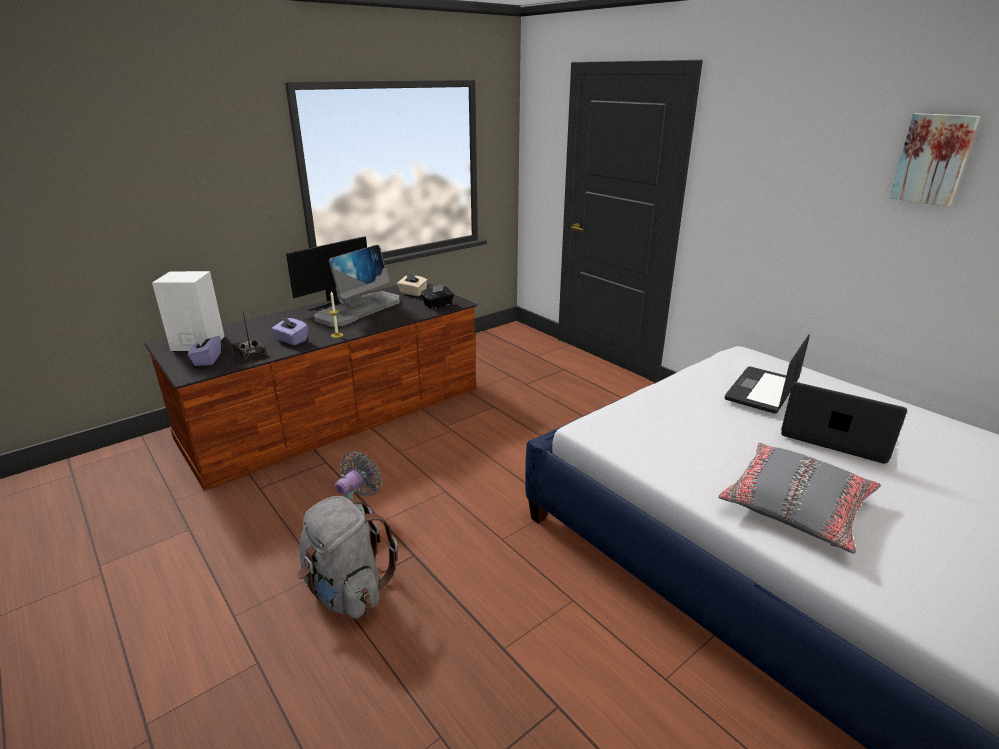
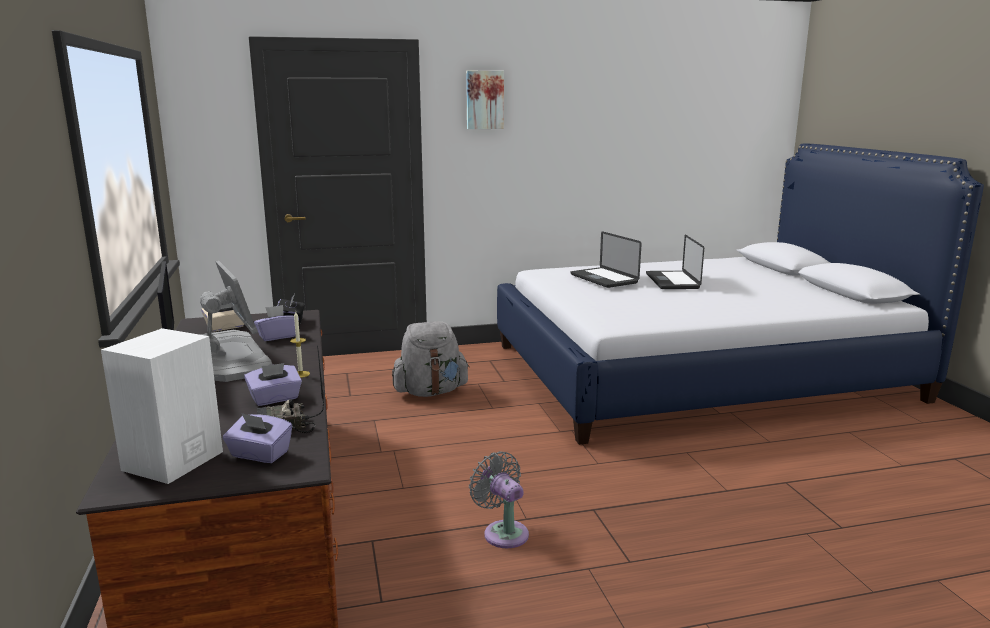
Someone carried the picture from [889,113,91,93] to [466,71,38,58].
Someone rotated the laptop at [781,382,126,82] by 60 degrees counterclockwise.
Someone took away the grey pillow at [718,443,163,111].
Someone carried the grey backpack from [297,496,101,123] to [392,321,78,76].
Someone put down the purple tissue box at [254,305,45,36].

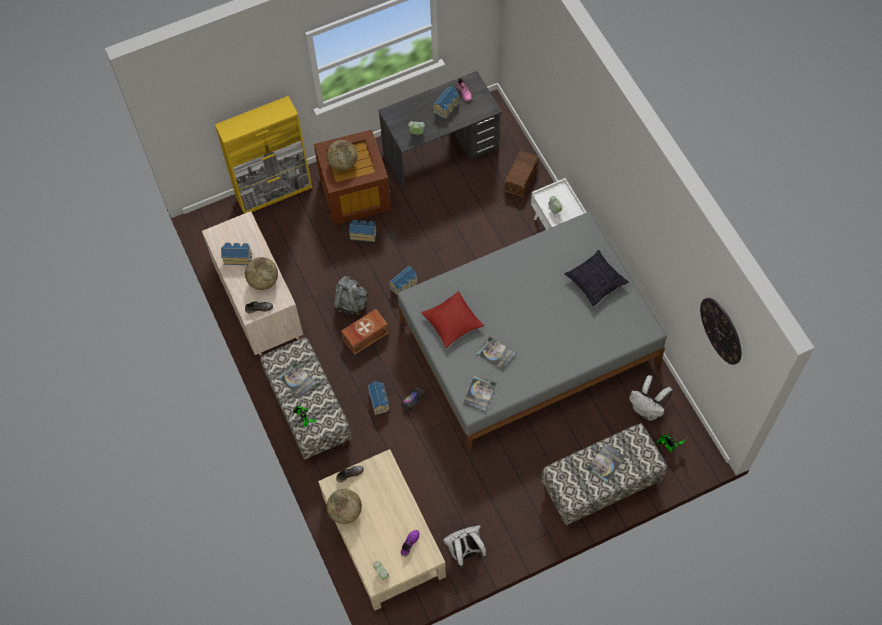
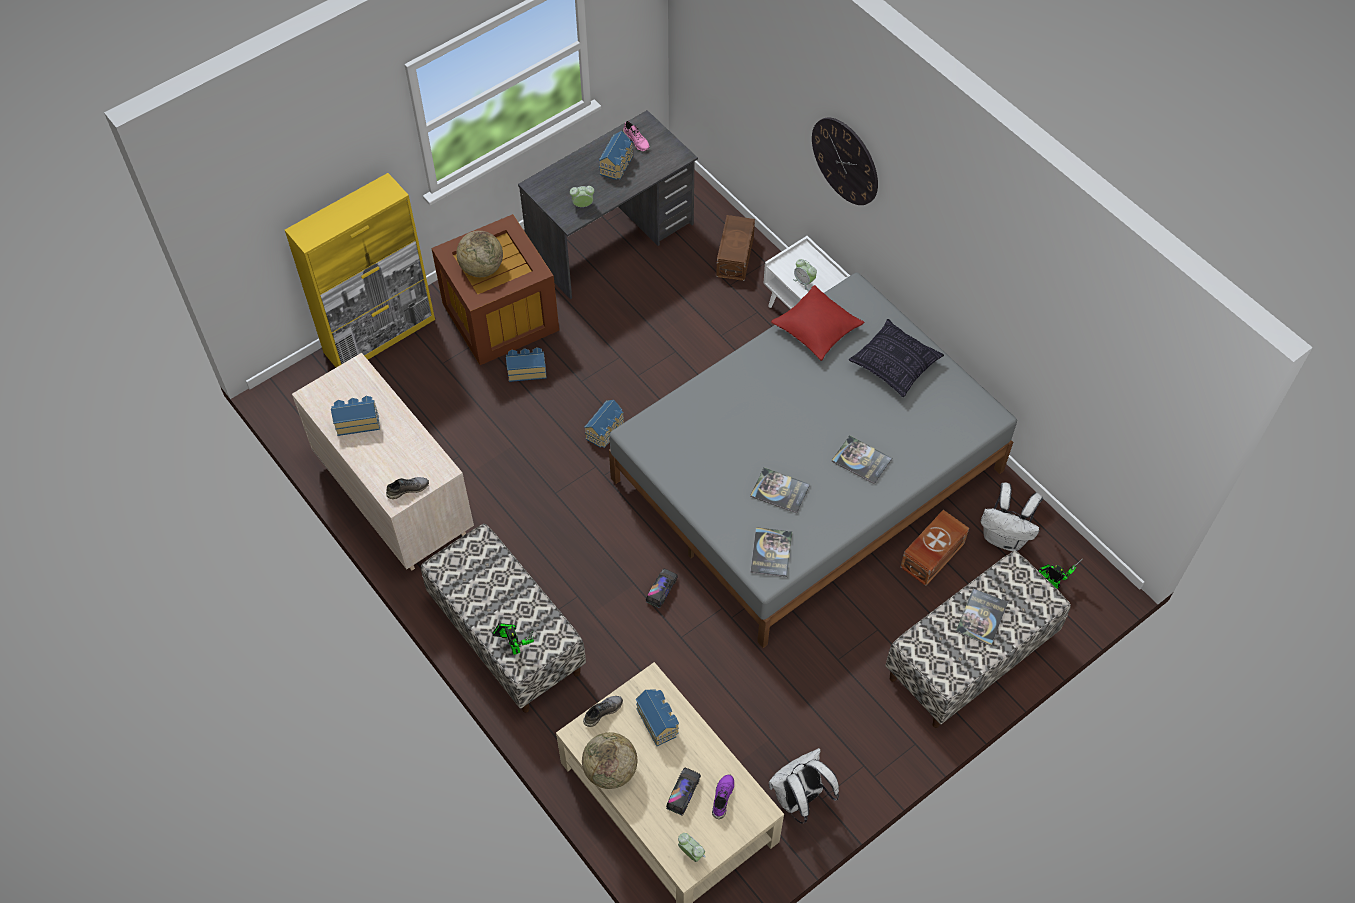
Someone took away the globe at [245,257,33,33].
Someone took away the grey backpack at [333,276,35,40].
Someone carried the red pillow from [421,291,63,57] to [771,285,94,76].
Someone carried the wall clock from [700,298,41,67] to [812,117,66,88].
Someone carried the brown storage box from [341,309,48,46] to [900,510,69,76].
Someone carried the book from [278,362,39,37] to [831,435,61,49].
Someone carried the toy house from [368,381,21,34] to [636,689,43,57].
Someone put down the toy truck at [666,768,35,48].

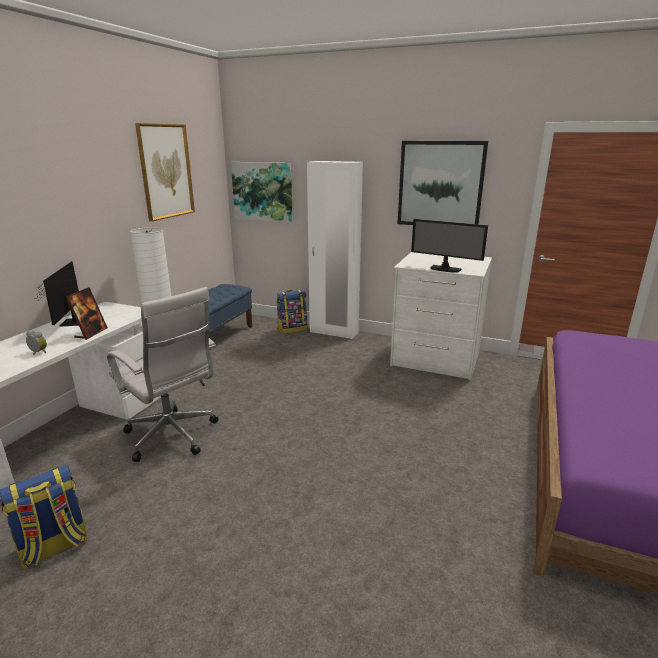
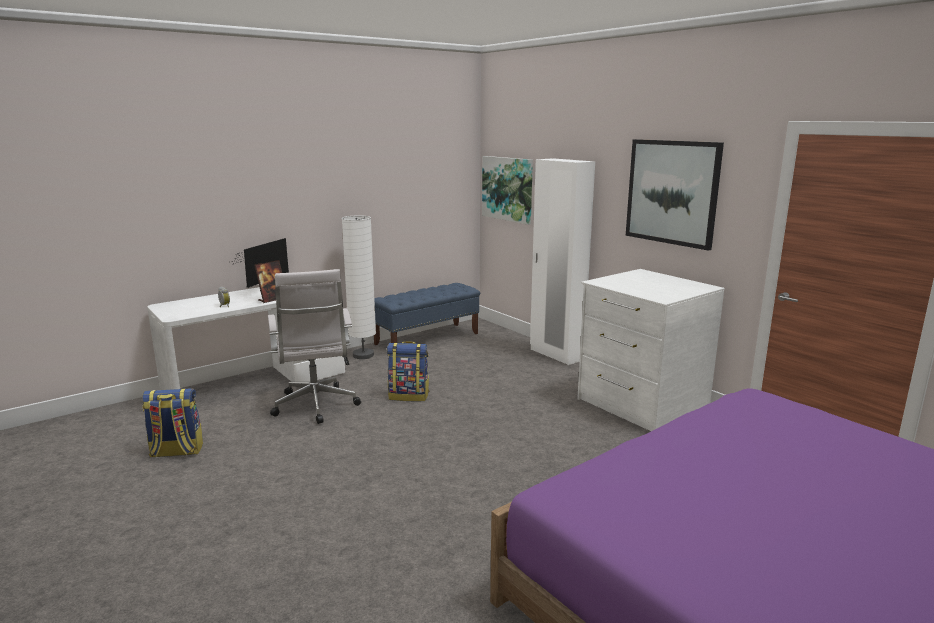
Someone took away the picture at [135,123,60,98].
Someone took away the monitor at [411,219,77,54].
Someone carried the backpack from [277,290,30,44] to [387,341,42,60].

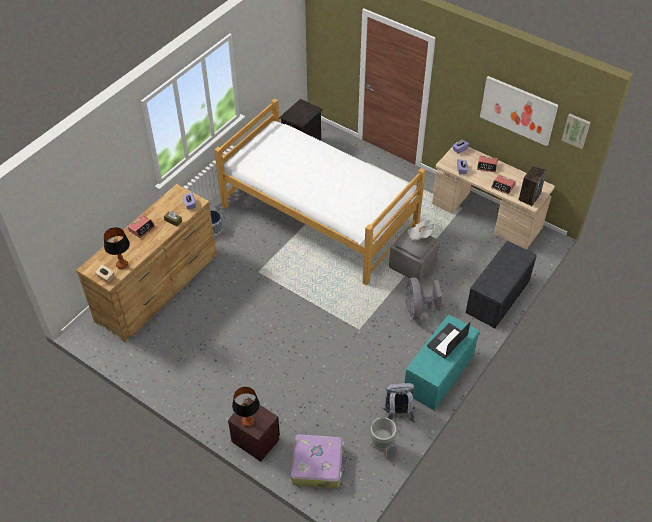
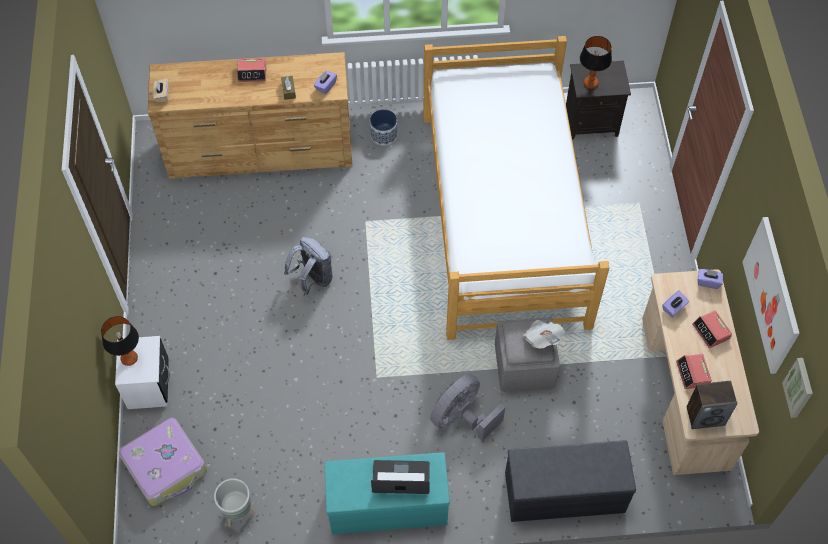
Someone carried the table lamp from [104,227,26,42] to [580,36,32,53].
Someone carried the grey backpack from [383,383,32,39] to [284,237,49,58].
Someone repainted the brown nightstand at [228,397,52,65], which became the white nightstand at [115,336,55,73].

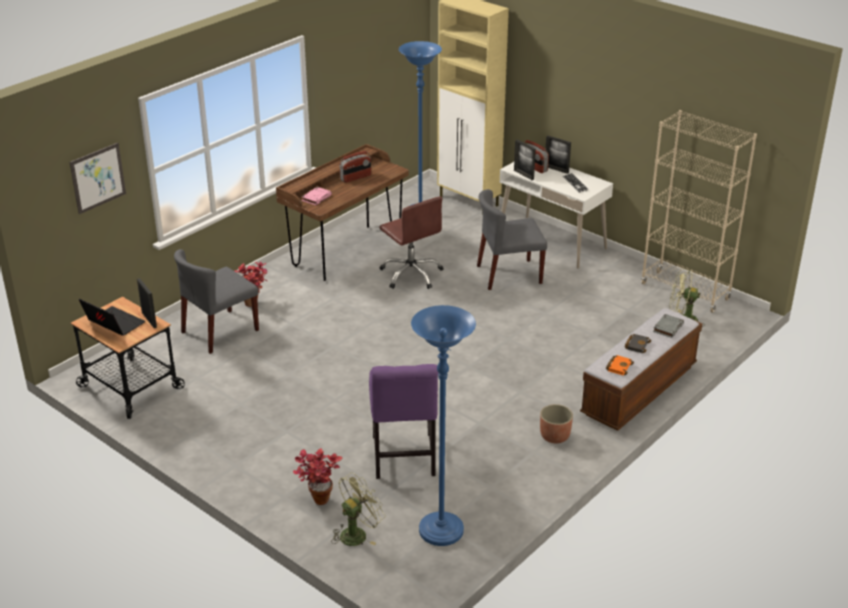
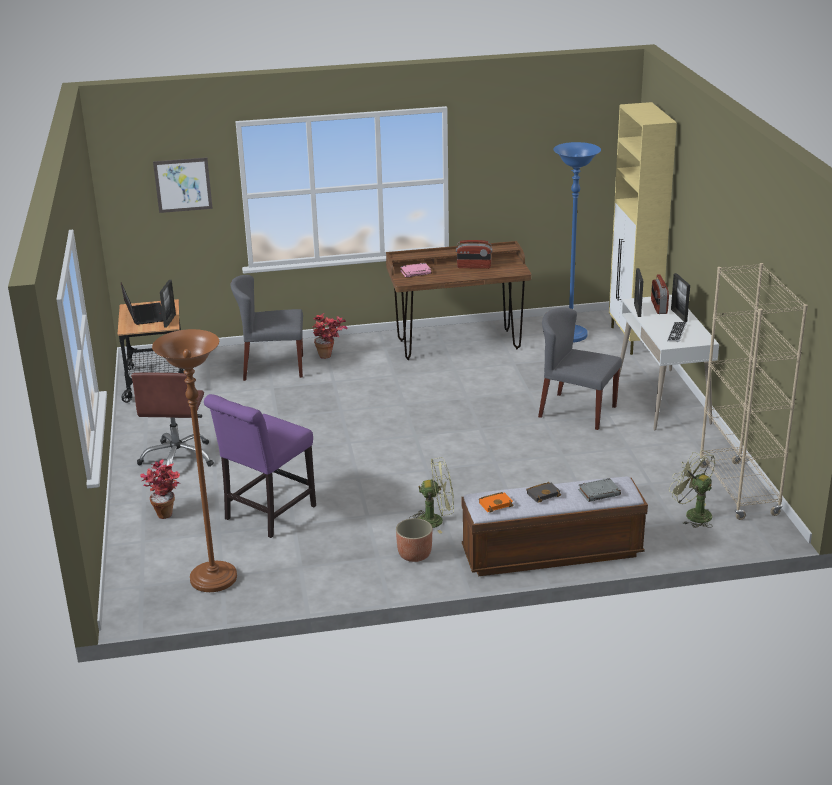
Someone carried the brown office chair from [379,196,65,93] to [131,372,83,98].
Someone repainted the blue floor lamp at [411,305,65,241], which became the brown floor lamp at [152,329,85,263].
Someone carried the green fan from [331,472,54,74] to [409,457,45,77].

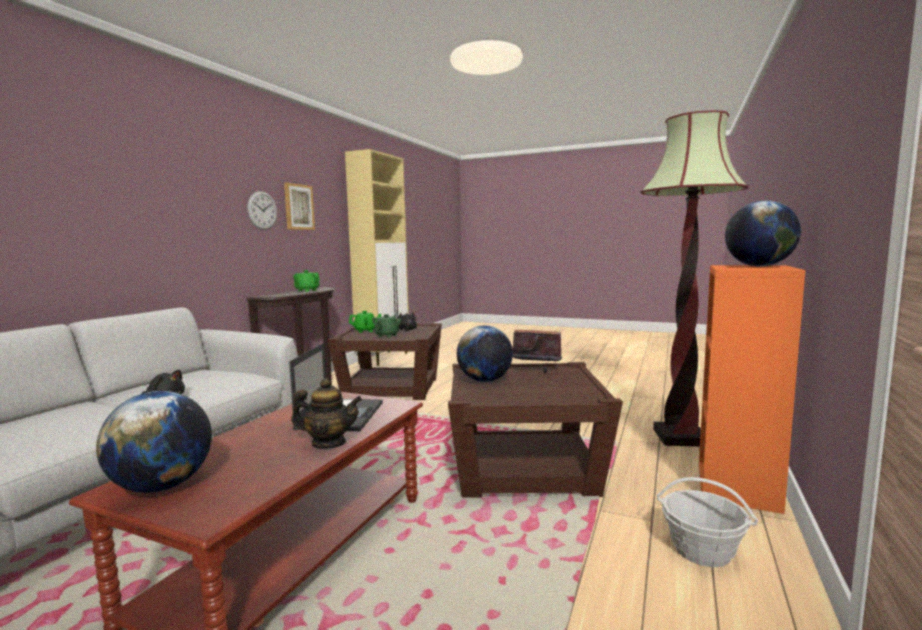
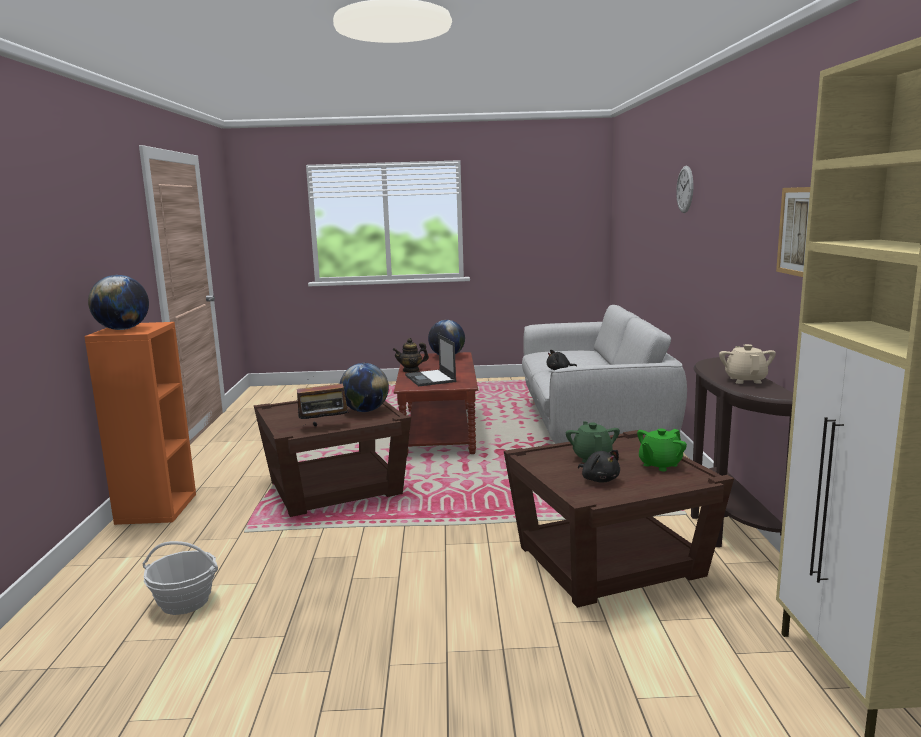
Someone took away the floor lamp at [640,110,108,337].
Someone carried the wall clock from [247,191,30,39] to [676,166,17,47].
Someone repainted the green teapot at [293,270,27,22], which became the beige teapot at [719,344,57,40].
Someone carried the basket from [657,477,101,90] to [142,541,76,74].

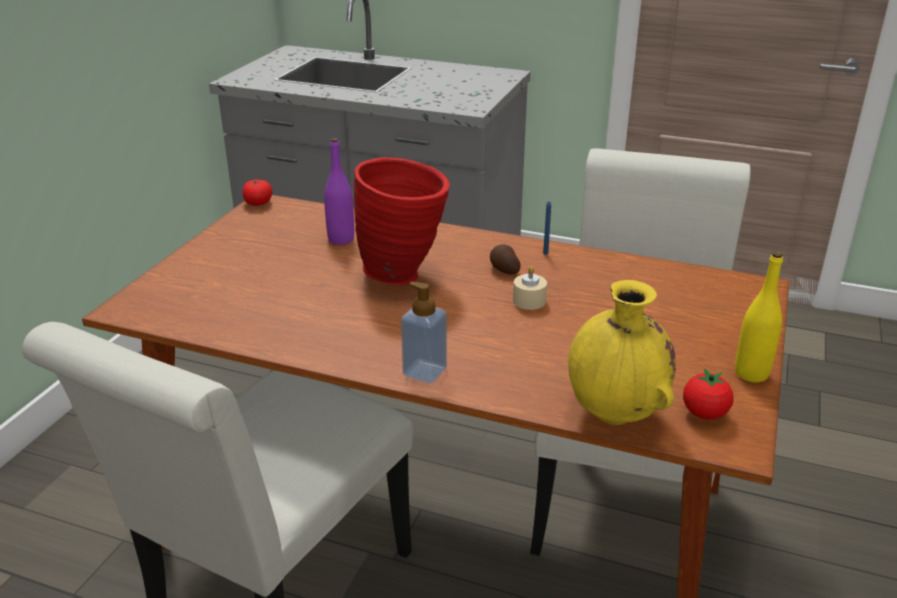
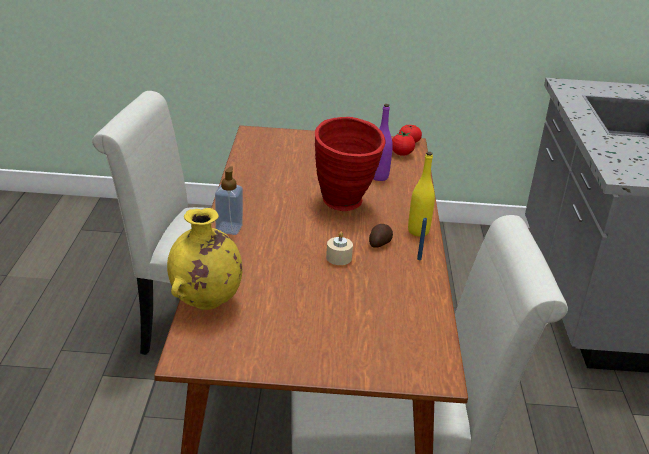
Someone carried the yellow bottle from [735,251,48,132] to [408,152,27,85].
Someone carried the tomato from [683,368,50,51] to [392,131,23,25].

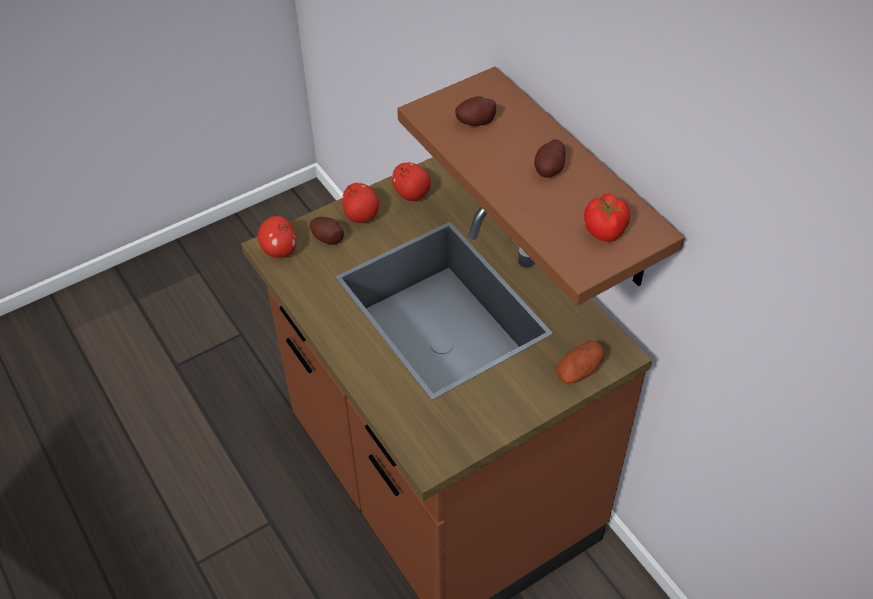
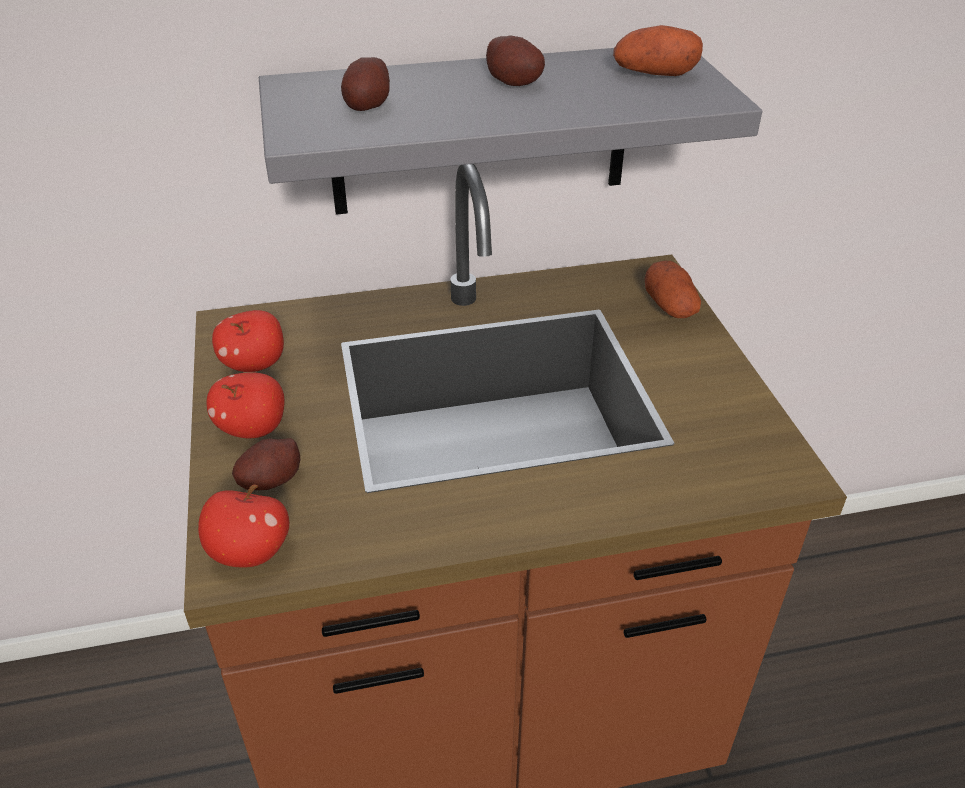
Someone repainted the brown shelf at [397,67,288,239], which became the grey shelf at [259,48,503,167].
Someone swapped the tomato at [584,193,47,49] for the potato at [613,25,90,51].

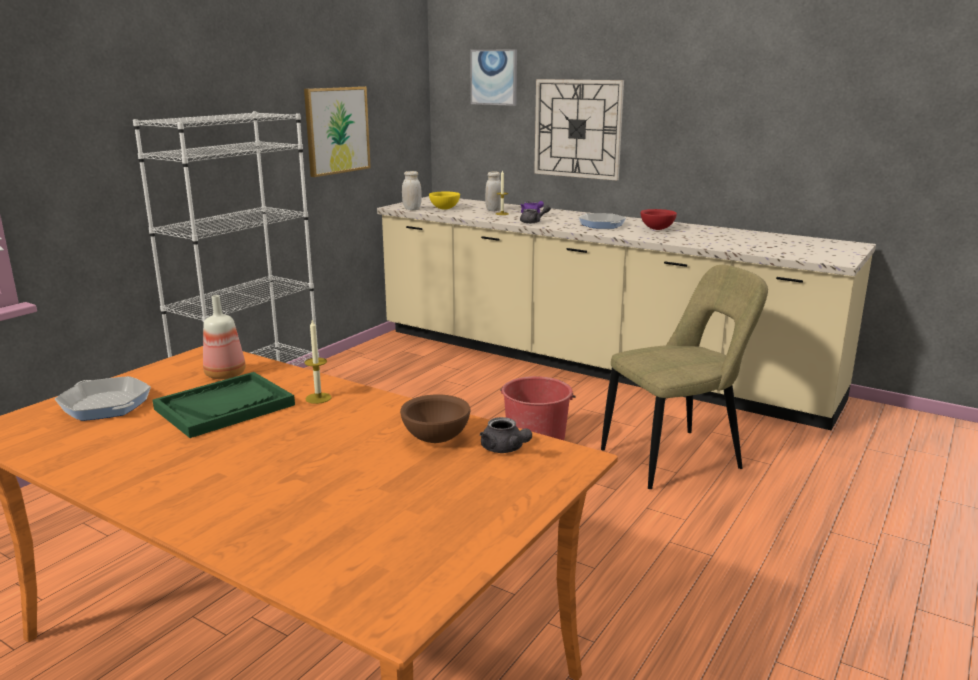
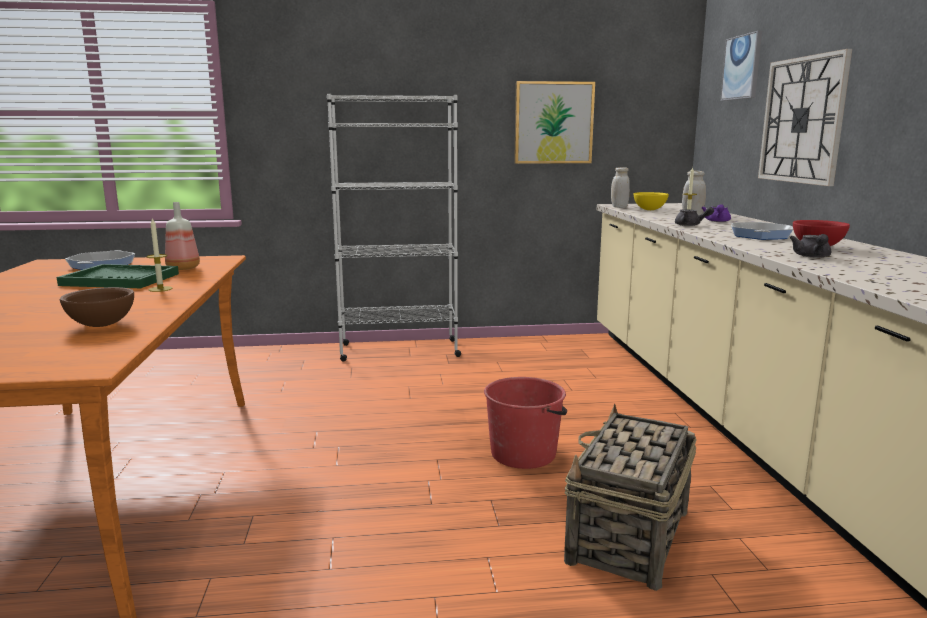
Someone swapped the beige chair at [601,265,167,224] for the basket at [564,404,132,187].
Someone carried the grey teapot from [480,417,52,36] to [790,234,41,24].

